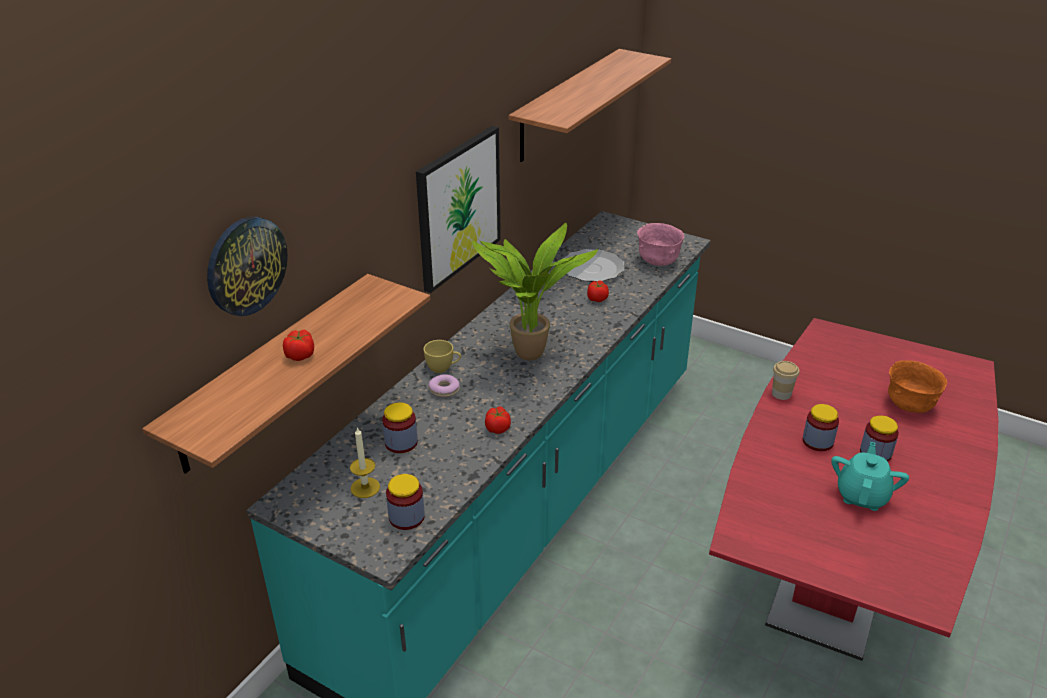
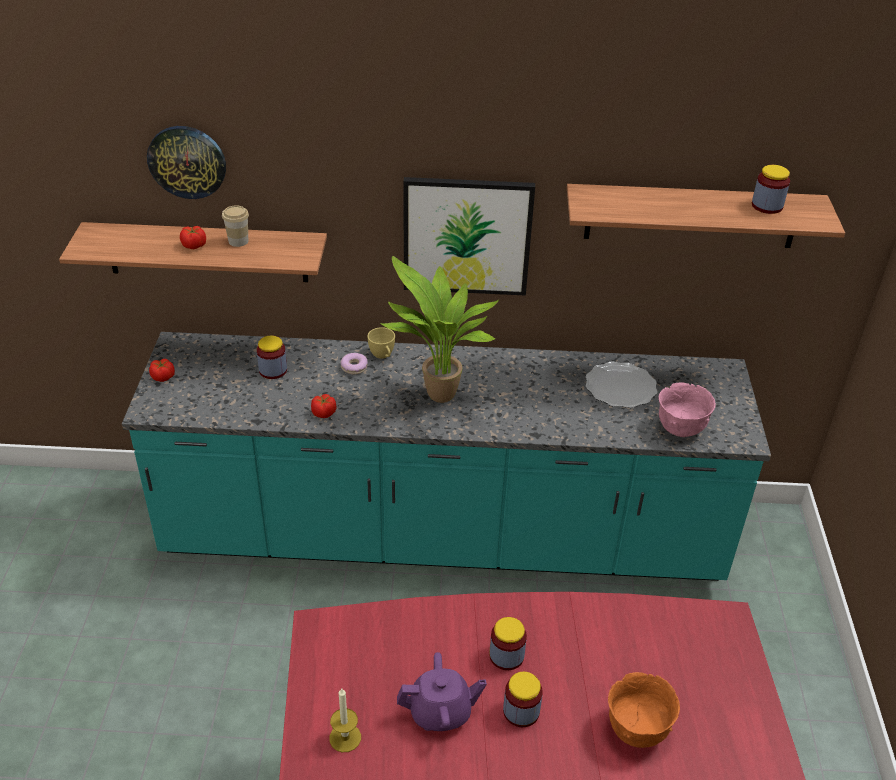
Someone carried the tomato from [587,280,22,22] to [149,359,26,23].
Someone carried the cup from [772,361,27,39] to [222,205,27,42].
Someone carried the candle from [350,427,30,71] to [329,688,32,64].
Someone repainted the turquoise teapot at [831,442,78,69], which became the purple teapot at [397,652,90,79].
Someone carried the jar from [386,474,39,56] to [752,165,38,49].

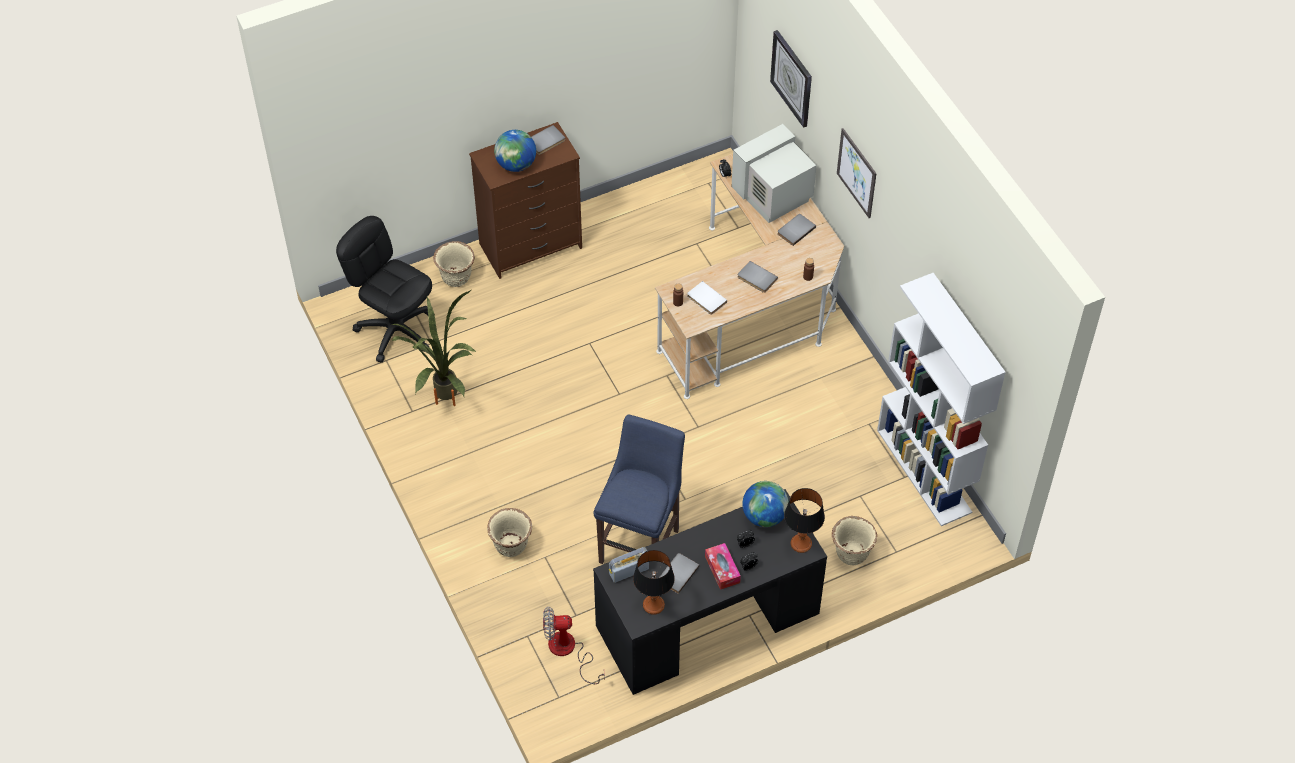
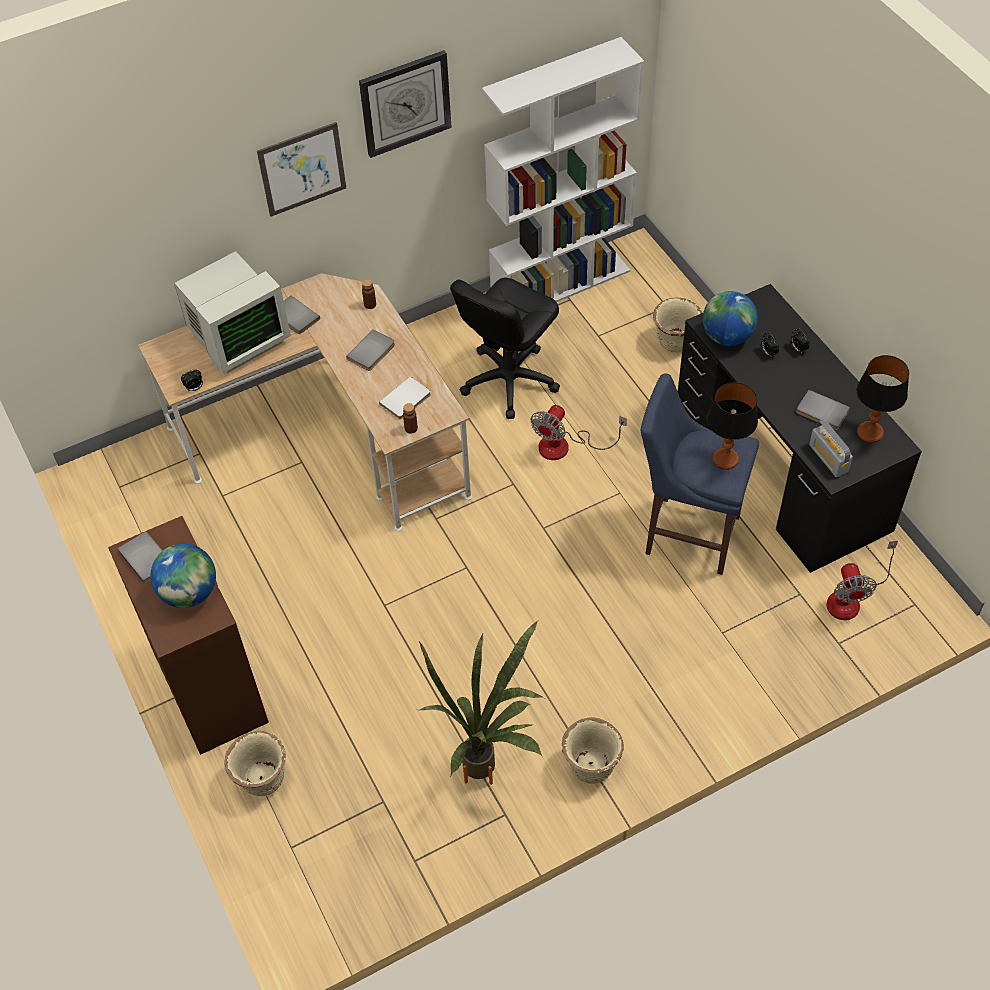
Someone carried the wall clock from [770,30,42,98] to [359,50,93,108].
Someone rotated the monitor at [731,124,86,99] by 90 degrees counterclockwise.
Someone carried the black office chair from [336,216,96,147] to [450,278,110,141].
Someone carried the table lamp from [784,488,41,65] to [707,382,51,88].
Someone carried the beige planter from [487,508,45,49] to [562,717,62,67].
Someone took away the tissue box at [705,543,36,47].
Someone put down the fan at [531,405,96,55].

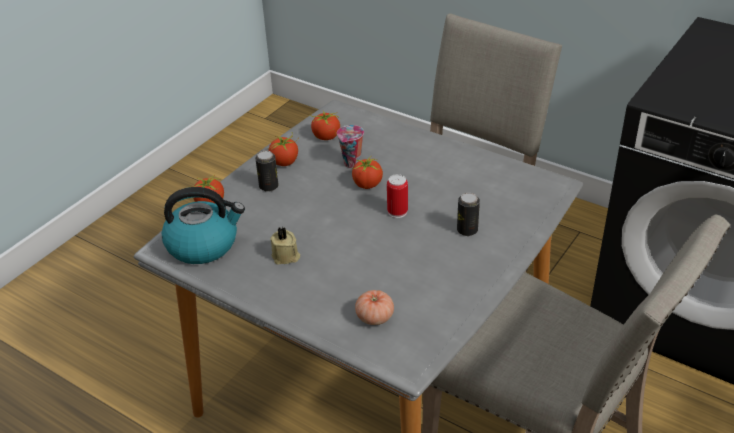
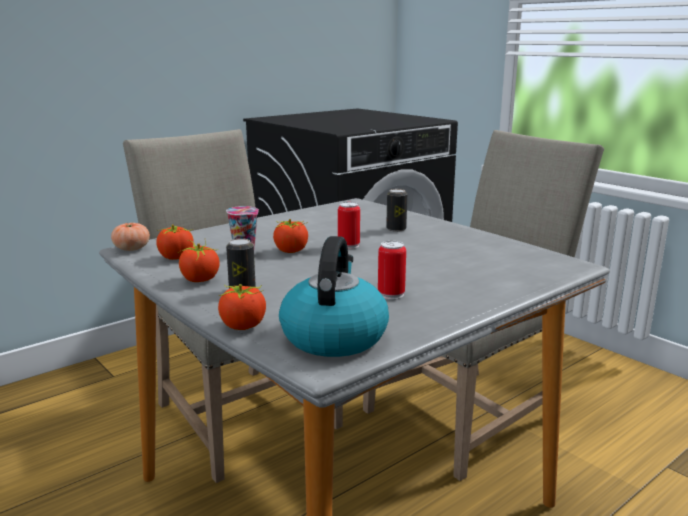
Someone swapped the beige candle at [270,227,30,38] for the can at [378,241,28,59].
Someone carried the tomato from [355,290,39,35] to [111,223,39,28].

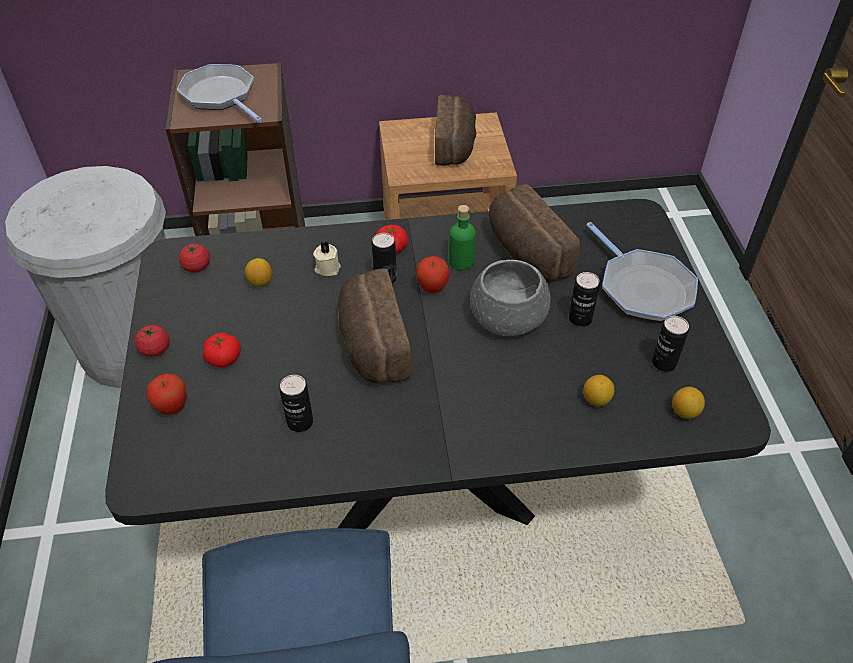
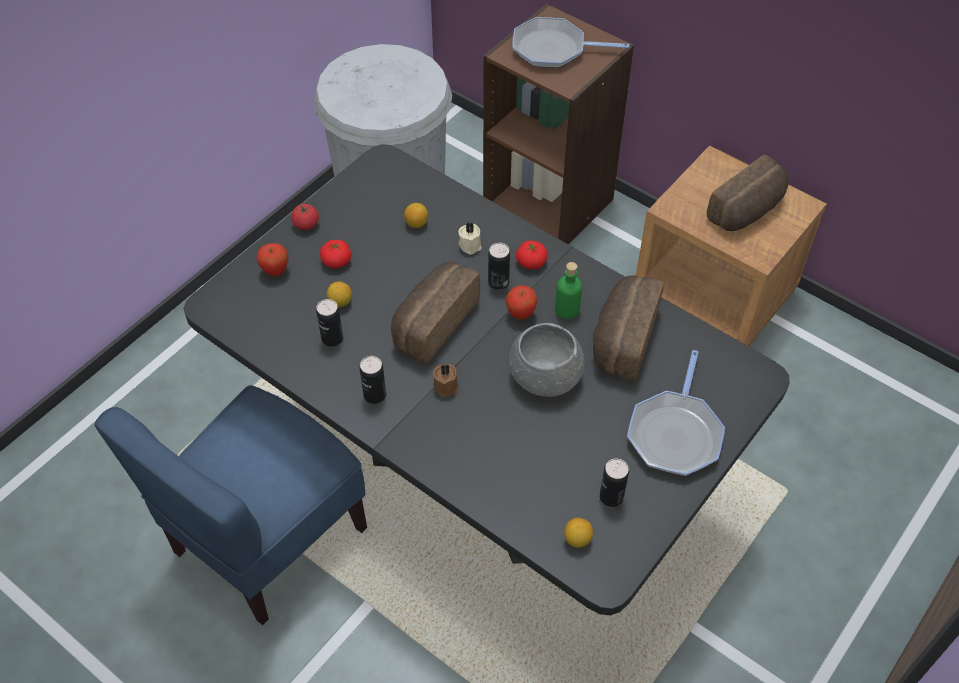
Someone rotated the frying pan at [177,64,85,58] by 90 degrees counterclockwise.
Someone took away the tomato at [179,244,31,29].
Someone carried the can from [569,272,31,55] to [360,356,26,48].
Someone carried the lemon from [583,375,31,32] to [327,281,25,27].
Someone put down the brown candle at [433,364,25,33].

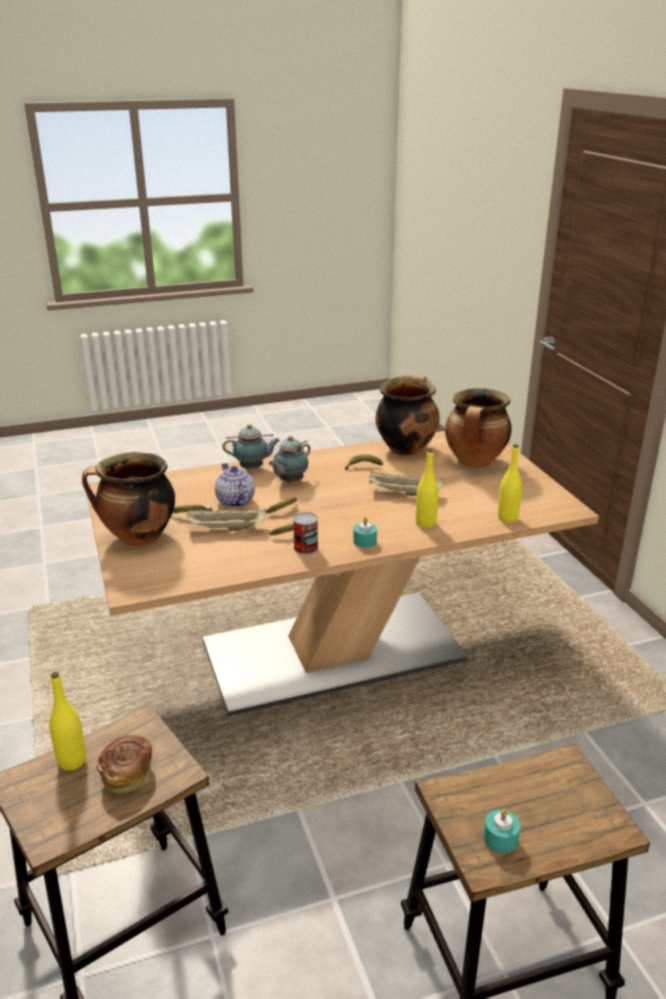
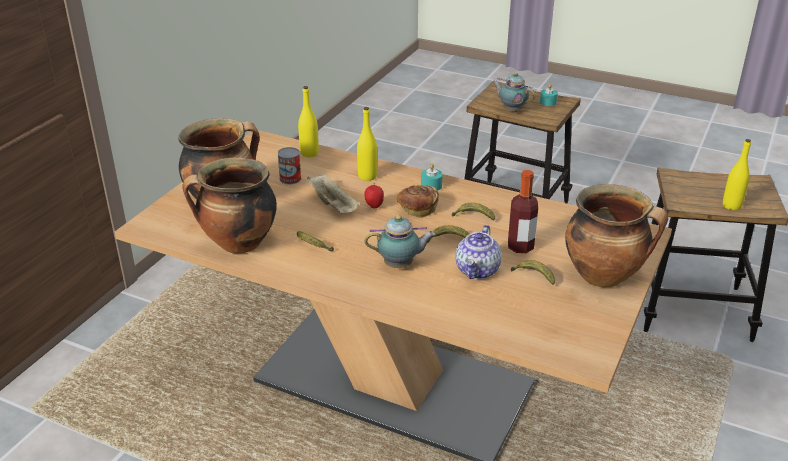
Someone carried the teapot from [223,424,57,45] to [493,72,42,40].
Someone swapped the beige tray at [186,509,80,22] for the bottle at [508,170,30,83].
Someone carried the can from [293,512,25,42] to [277,147,24,38].
Someone carried the bread from [97,735,55,59] to [397,185,42,33].
Someone put down the apple at [365,183,19,25].

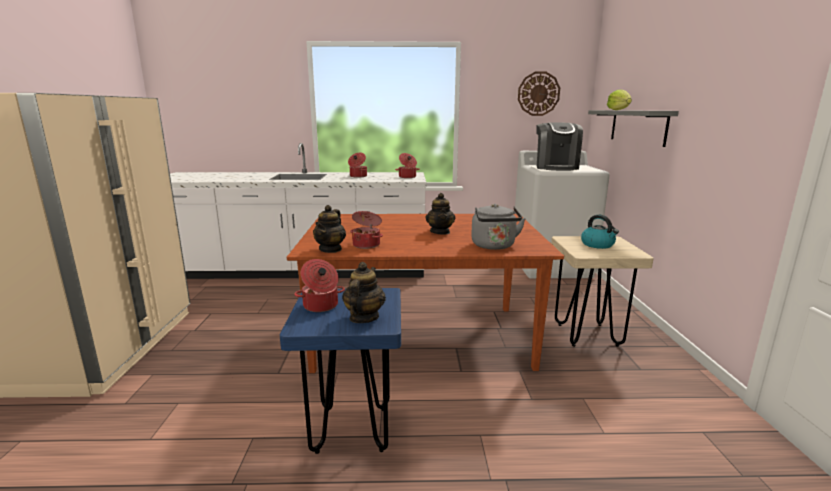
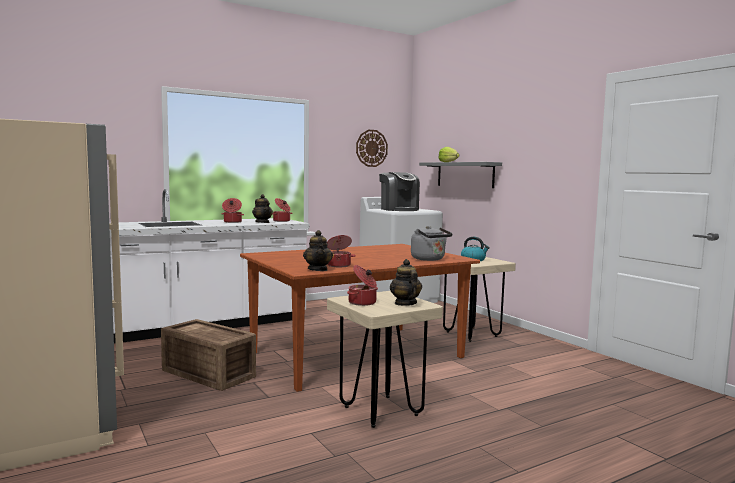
Someone carried the teapot from [426,193,29,42] to [252,194,21,29].
Someone repainted the blue stool at [280,288,121,166], which became the beige stool at [327,291,116,137].
Someone put down the crate at [161,319,95,72].

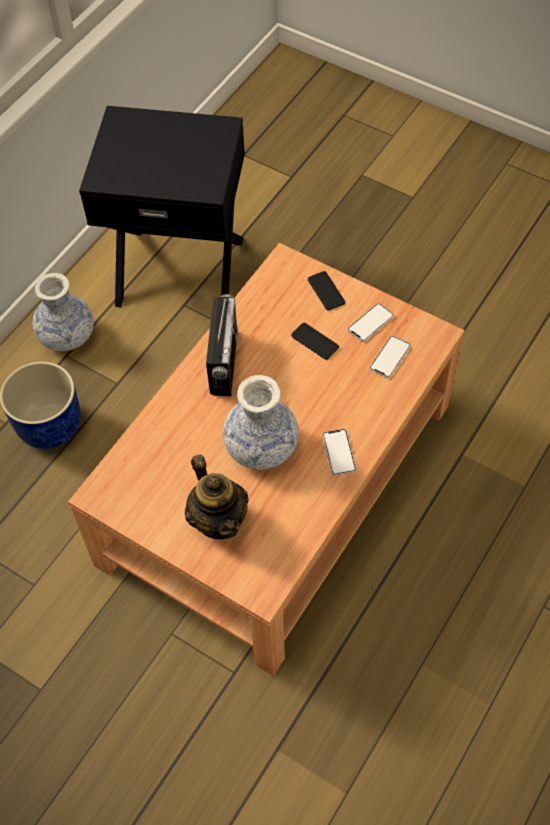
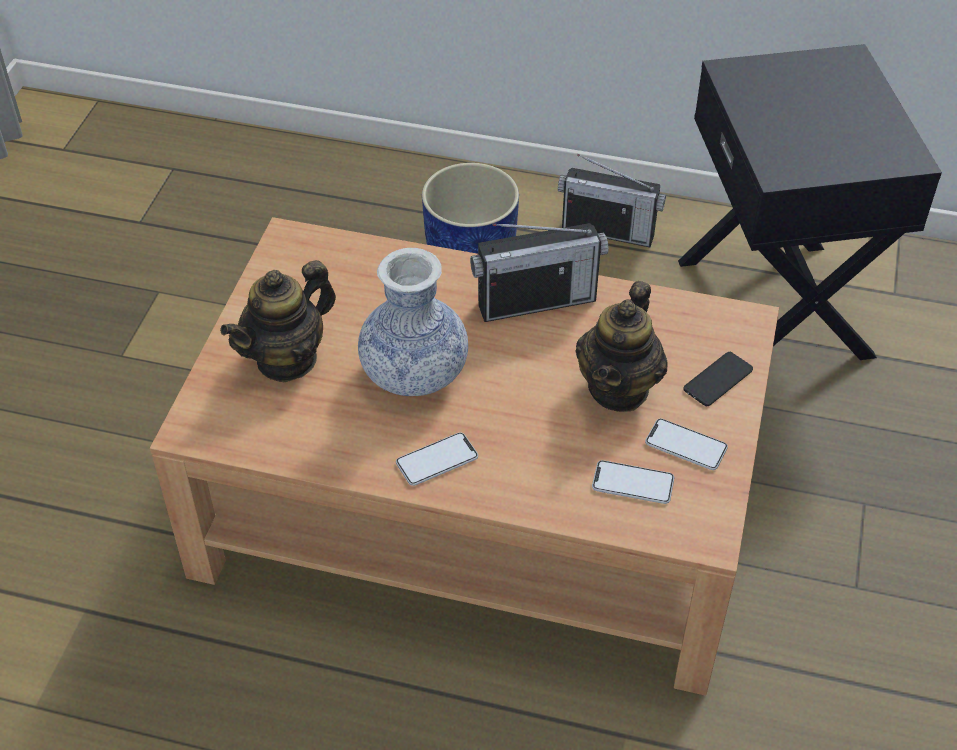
Someone swapped the vase at [33,273,61,78] for the radio at [558,154,108,93].
Someone swapped the phone at [291,323,48,37] for the teapot at [575,281,93,131].

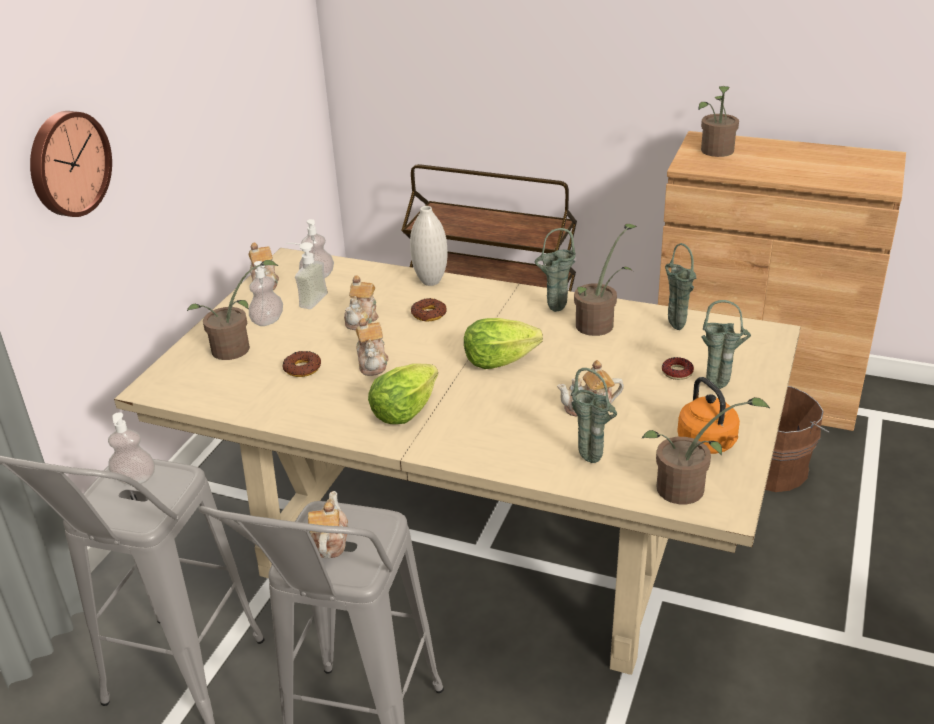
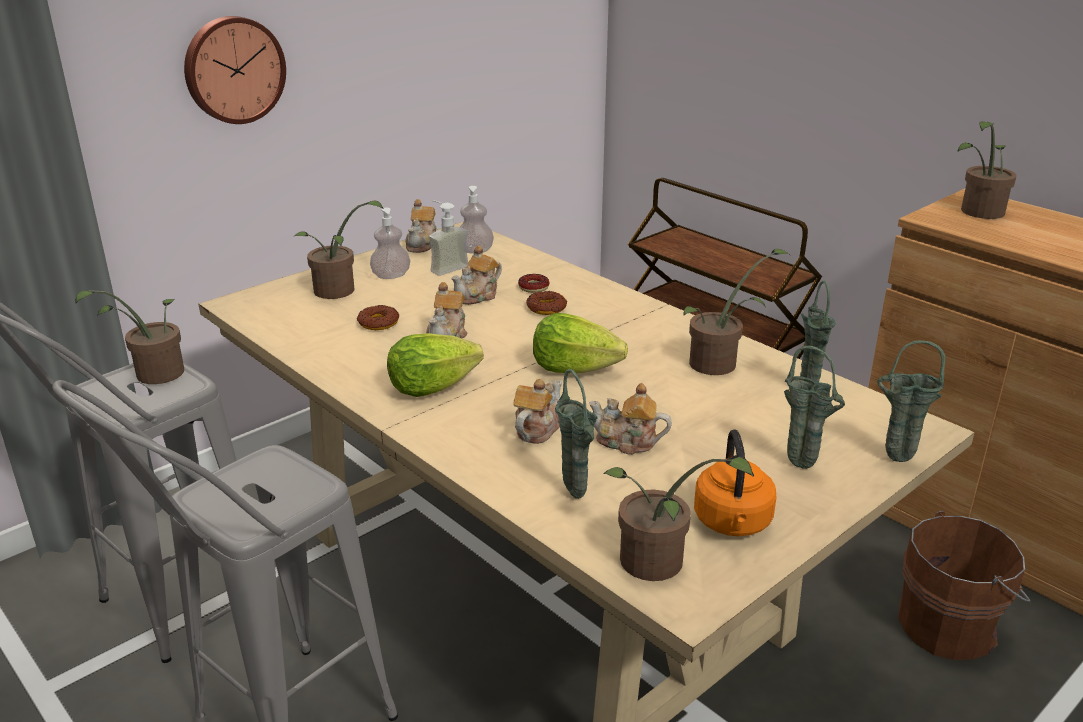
Someone took away the white vase at [410,206,37,80].
Someone carried the green vase from [535,228,41,84] to [877,340,68,122].
Someone carried the donut from [662,357,32,23] to [518,274,32,19].
Someone swapped the soap dispenser at [108,412,47,73] for the potted plant at [76,290,108,94].
Someone carried the teapot from [308,491,40,67] to [514,379,48,65].

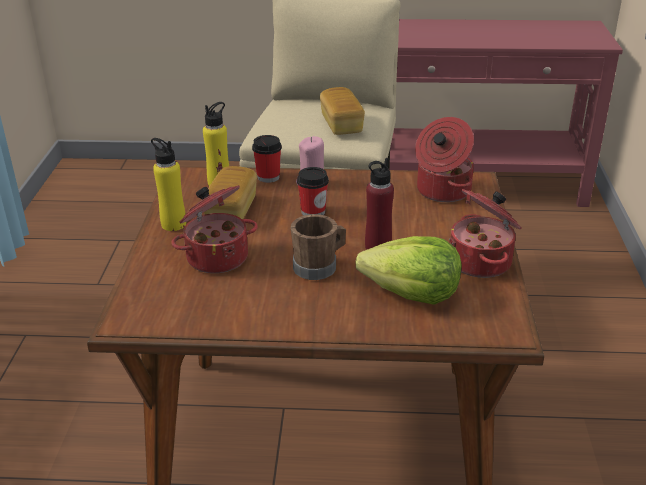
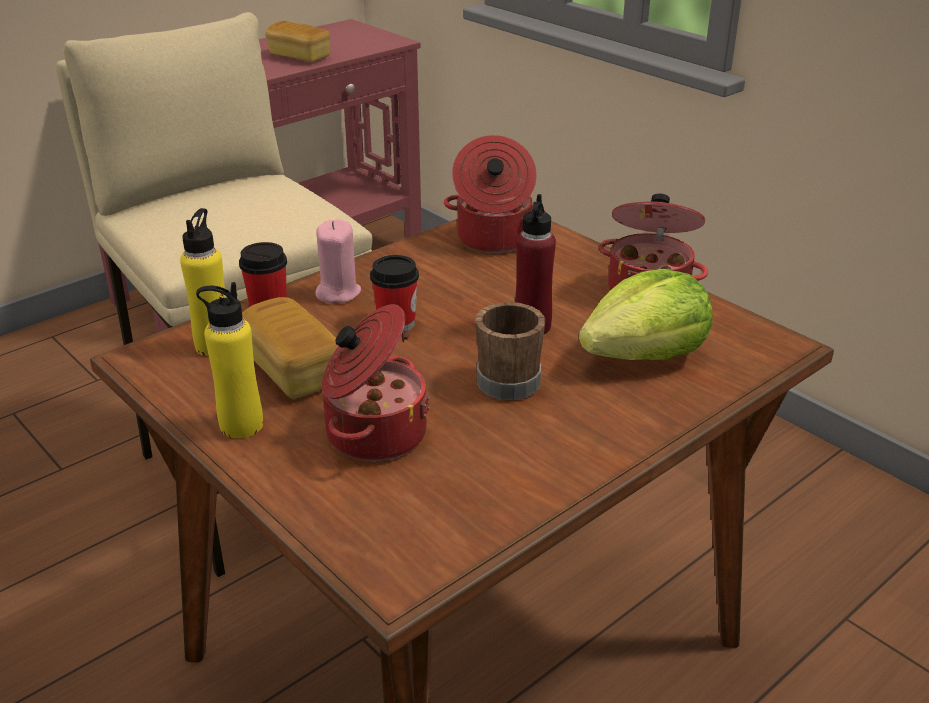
Someone carried the bread from [320,87,45,48] to [265,21,65,41].

